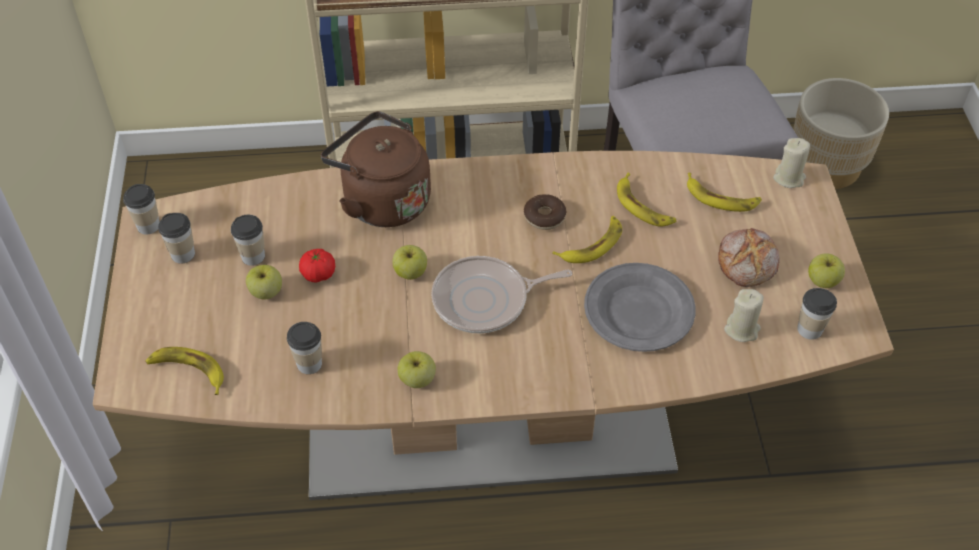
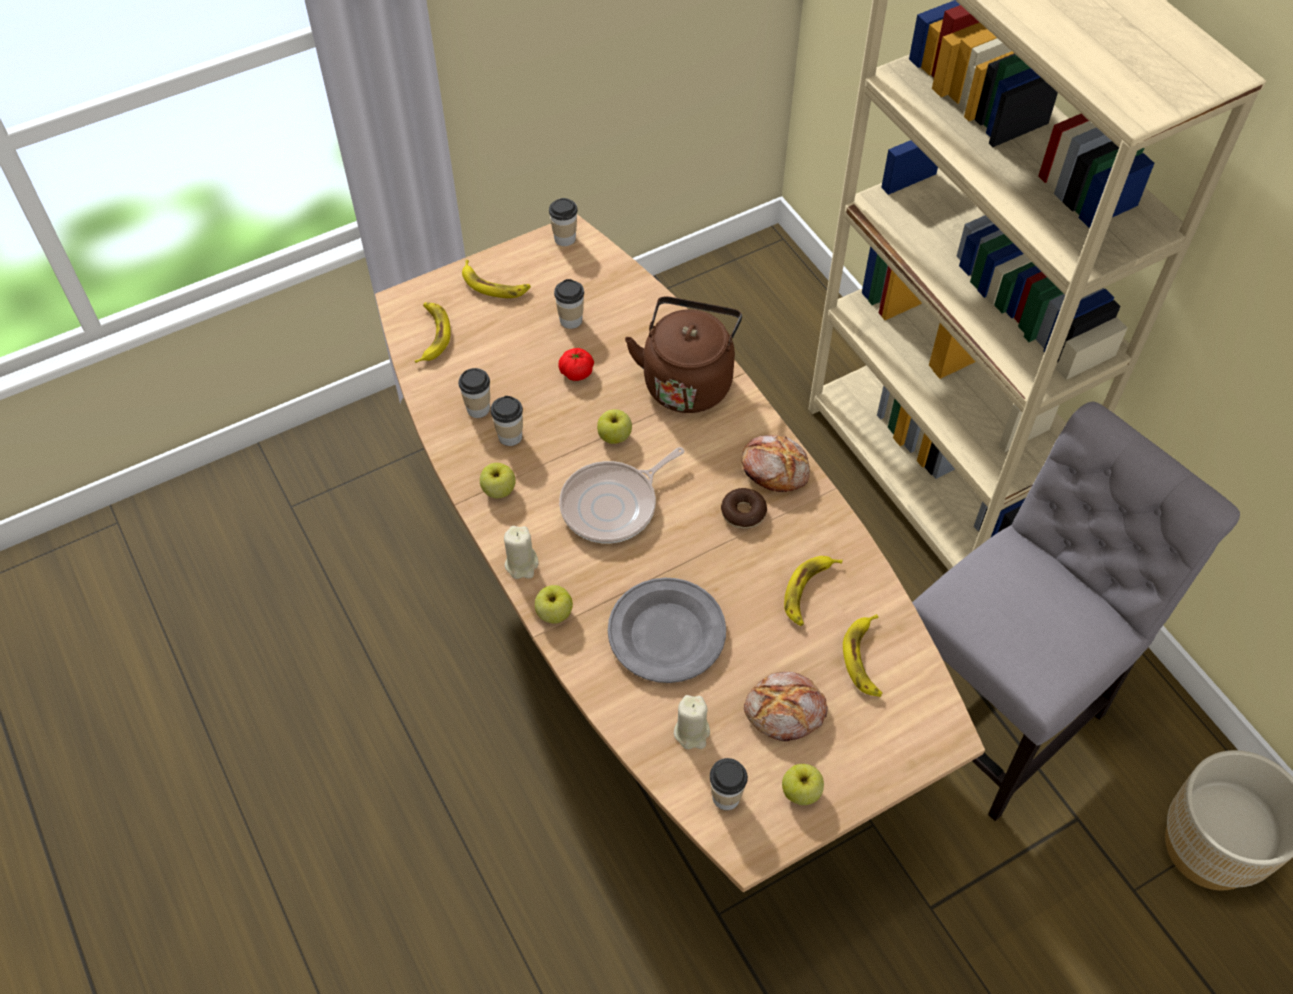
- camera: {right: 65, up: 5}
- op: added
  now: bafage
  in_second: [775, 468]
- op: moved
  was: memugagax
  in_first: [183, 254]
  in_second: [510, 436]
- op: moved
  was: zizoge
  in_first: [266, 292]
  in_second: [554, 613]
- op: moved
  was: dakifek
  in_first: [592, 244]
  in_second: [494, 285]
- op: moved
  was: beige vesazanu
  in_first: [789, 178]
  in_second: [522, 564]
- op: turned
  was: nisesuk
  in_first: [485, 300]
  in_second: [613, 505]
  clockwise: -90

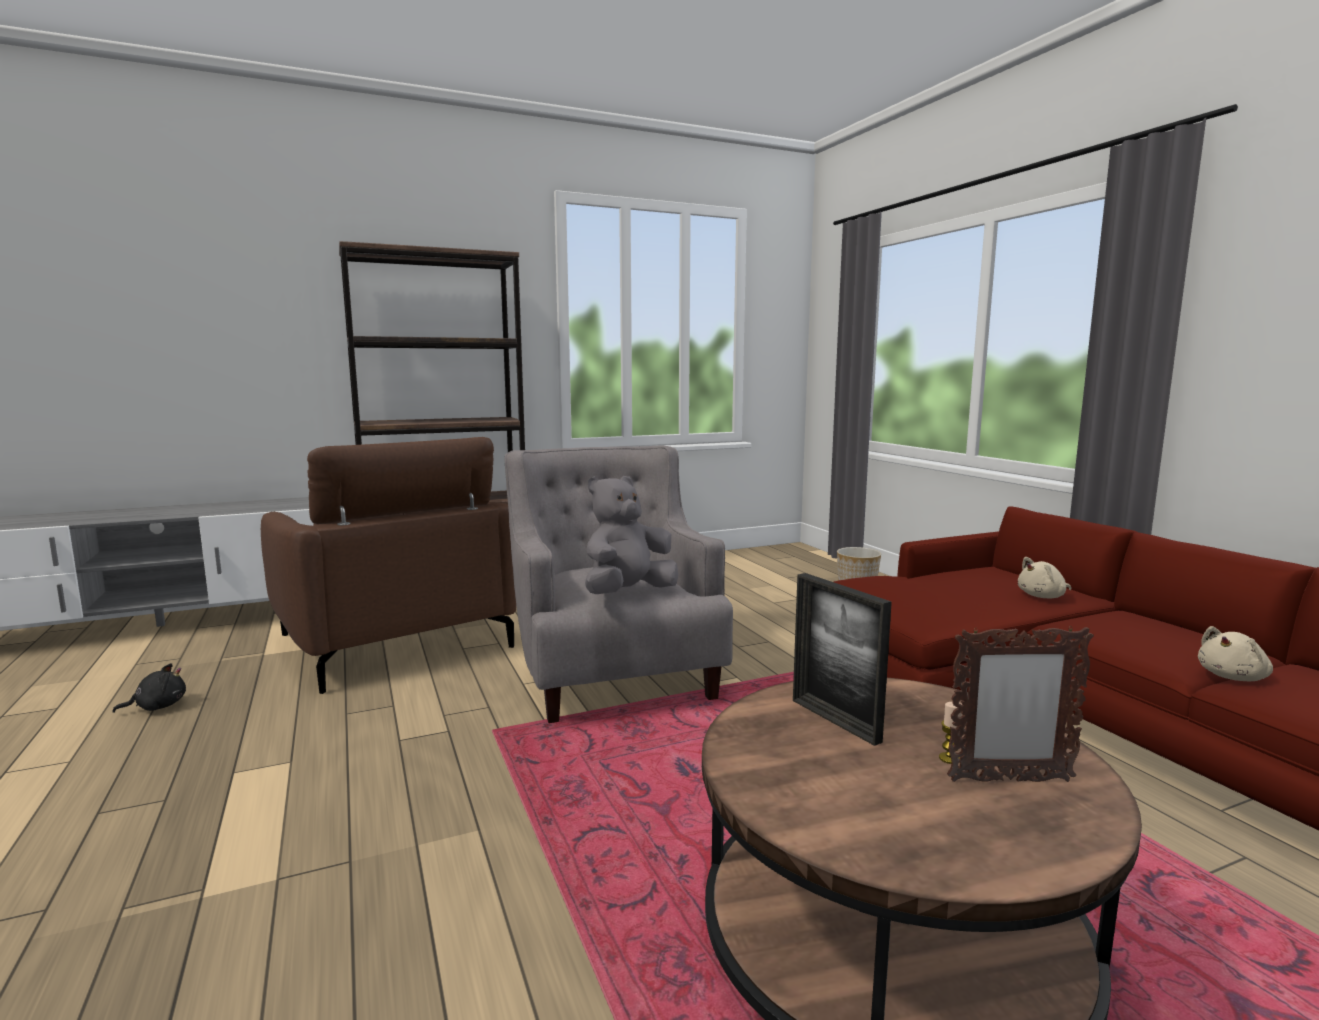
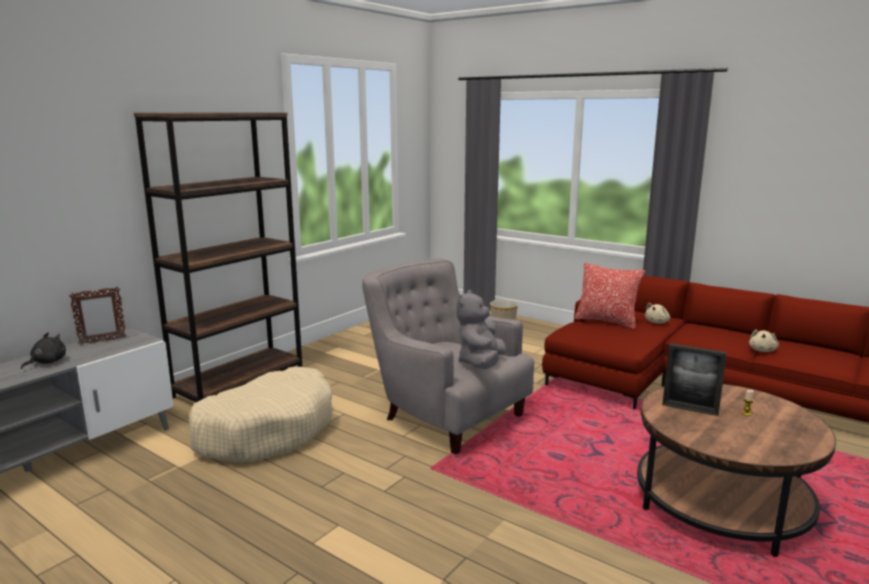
- camera: {right: -30, up: 5}
- op: added
  now: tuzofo
  in_second: [606, 321]
- op: moved
  was: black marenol
  in_first: [157, 707]
  in_second: [47, 362]
- op: moved
  was: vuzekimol
  in_first: [1009, 780]
  in_second: [102, 341]
- op: replaced
  was: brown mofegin
  now: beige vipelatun
  in_first: [394, 640]
  in_second: [266, 430]

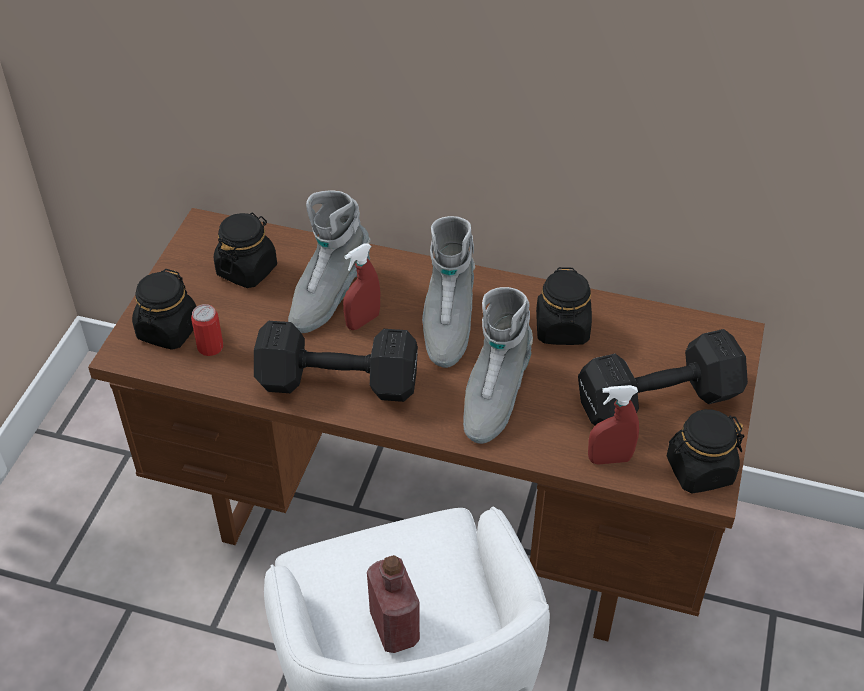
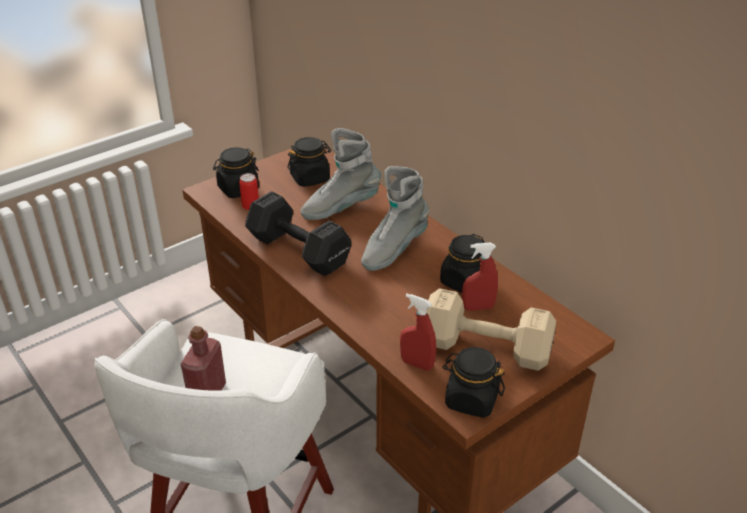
- camera: {right: 35, up: -10}
- op: removed
  was: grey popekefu
  in_first: [494, 397]
- op: moved
  was: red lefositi
  in_first: [363, 321]
  in_second: [478, 307]
- op: recoloured
  was: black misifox
  now: beige misifox
  in_first: [654, 400]
  in_second: [483, 346]

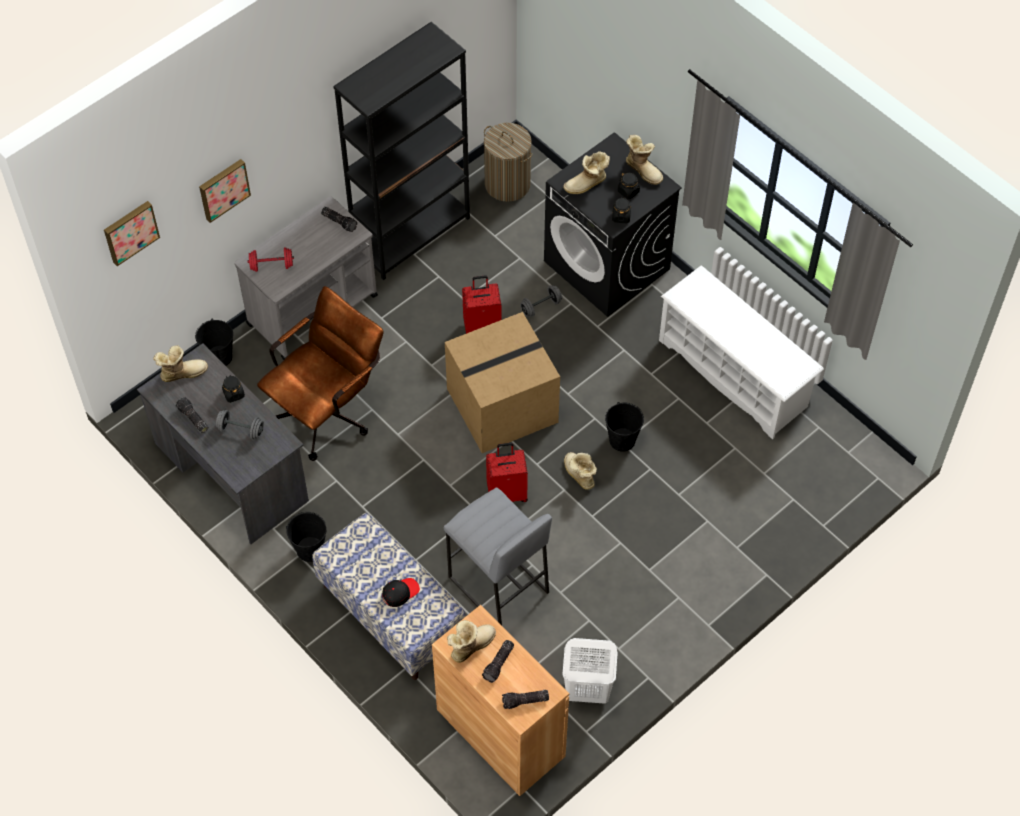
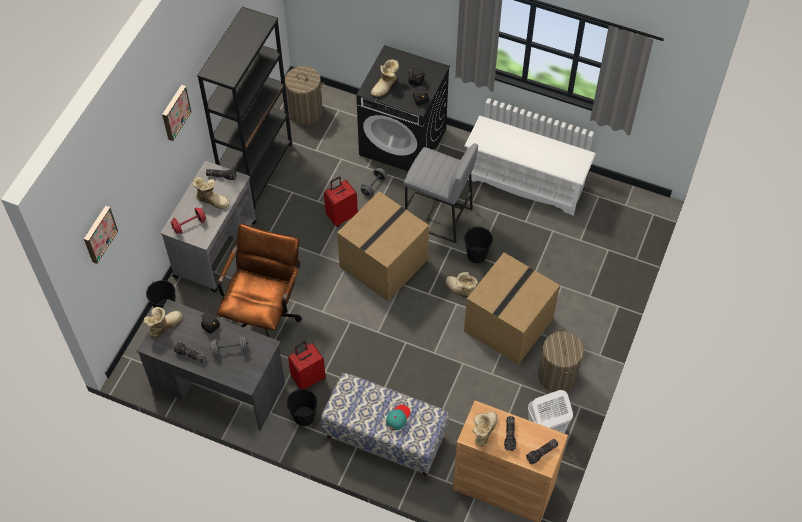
- camera: {right: -25, up: 0}
- op: added
  now: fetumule
  in_second: [509, 326]
- op: added
  now: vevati
  in_second: [557, 376]
- op: moved
  was: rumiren
  in_first: [223, 189]
  in_second: [174, 112]
- op: moved
  was: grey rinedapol
  in_first: [497, 585]
  in_second: [438, 217]
- op: moved
  was: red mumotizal
  in_first: [507, 493]
  in_second: [308, 378]
- op: moved
  was: popekefu
  in_first: [644, 170]
  in_second: [212, 200]
- op: recoloured
  was: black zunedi
  now: turquoise zunedi
  in_first: [400, 593]
  in_second: [398, 418]

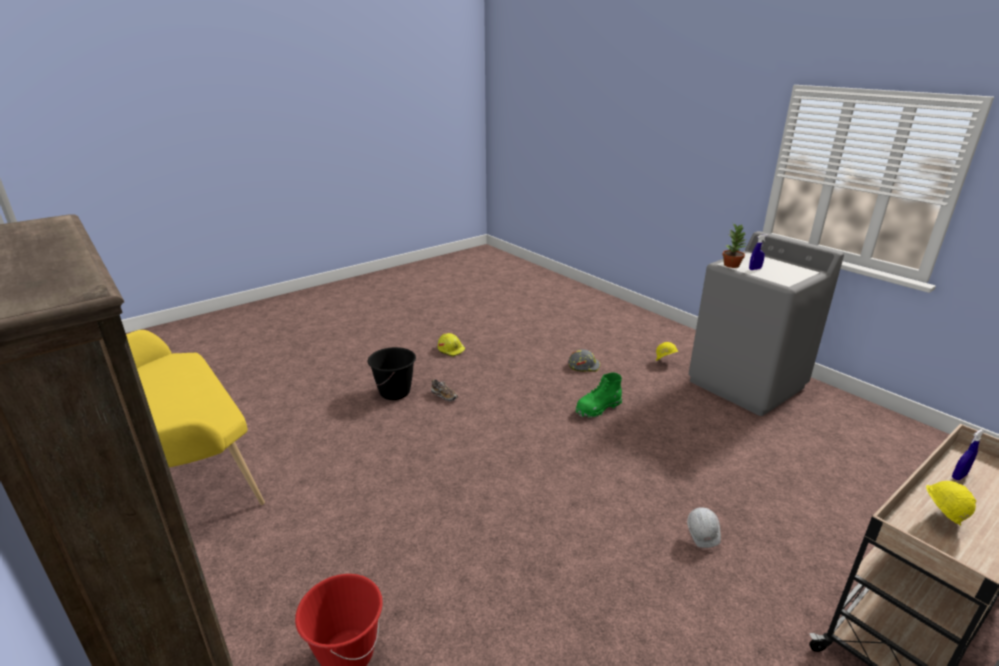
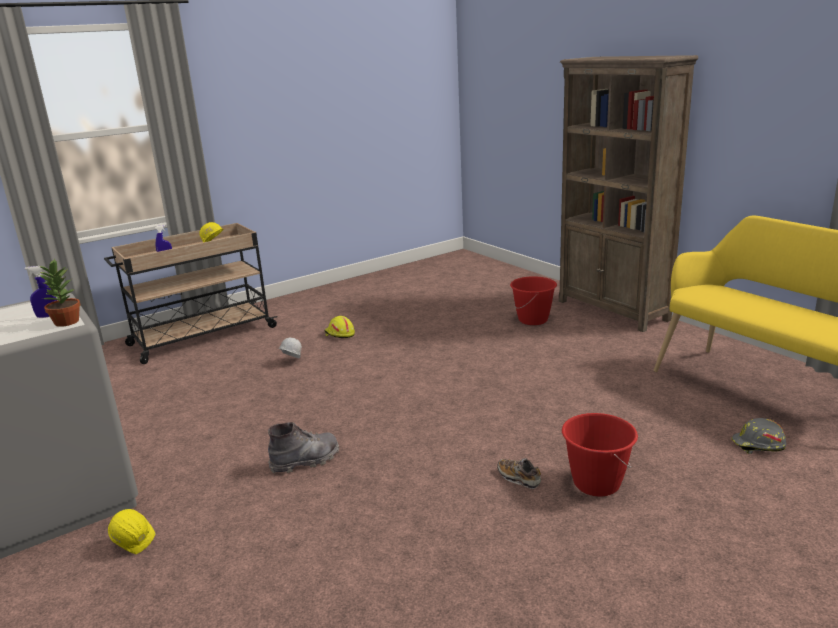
- camera: {right: -175, up: -5}
- op: moved
  was: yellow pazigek
  in_first: [451, 349]
  in_second: [339, 334]
- op: moved
  was: grey pazigek
  in_first: [584, 365]
  in_second: [758, 445]
- op: recoloured
  was: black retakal
  now: red retakal
  in_first: [395, 392]
  in_second: [596, 483]
- op: recoloured
  was: green popekefu
  now: grey popekefu
  in_first: [597, 408]
  in_second: [305, 461]

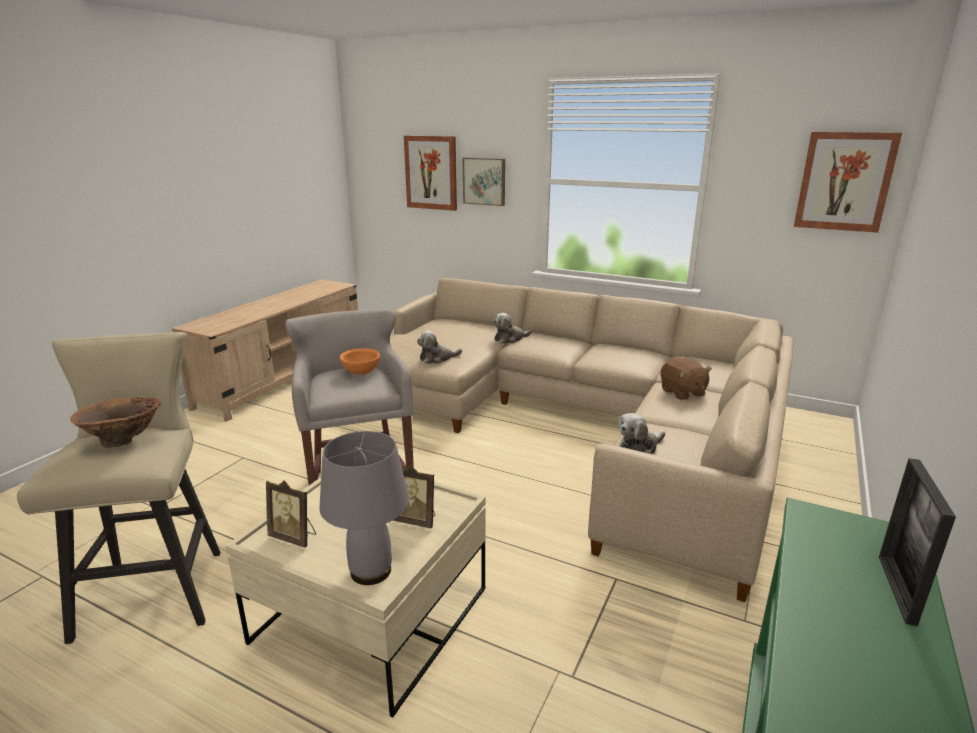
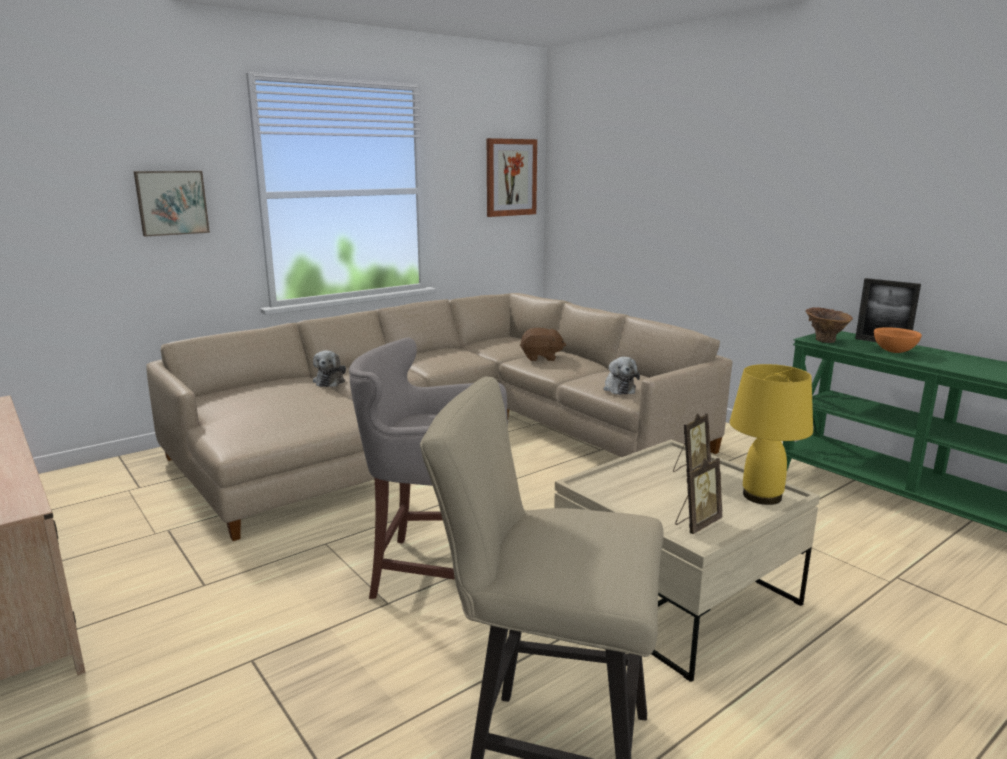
- camera: {right: -65, up: -5}
- op: removed
  was: rumiren
  in_first: [431, 173]
- op: removed
  was: marenol
  in_first: [437, 358]
- op: moved
  was: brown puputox
  in_first: [125, 442]
  in_second: [825, 340]
- op: moved
  was: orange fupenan
  in_first: [360, 373]
  in_second: [894, 352]
- op: recoloured
  was: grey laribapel
  now: yellow laribapel
  in_first: [370, 570]
  in_second: [761, 496]

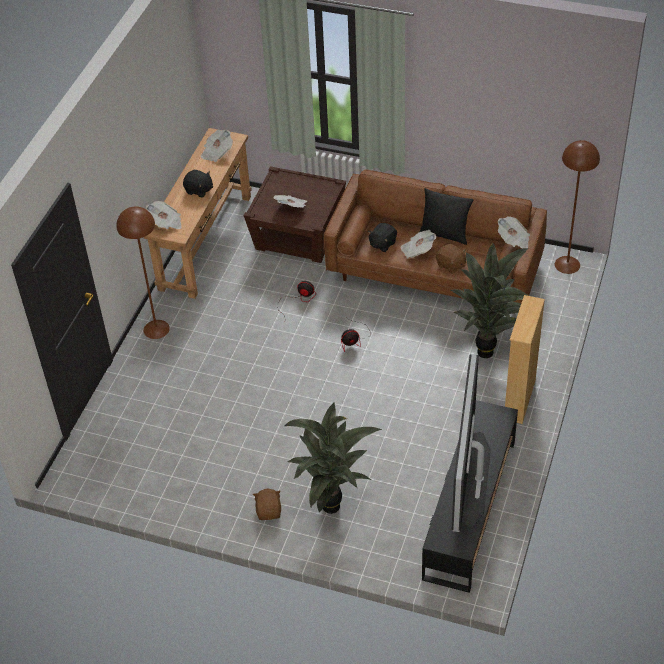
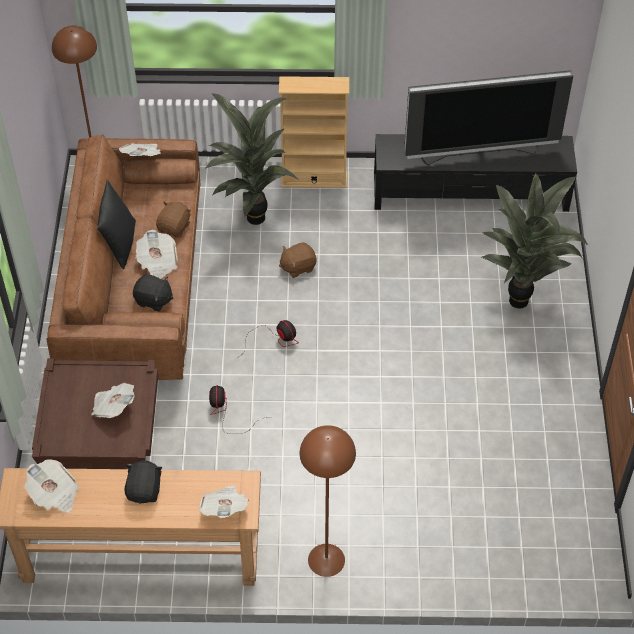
- camera: {right: -110, up: 5}
- op: moved
  was: brown marenol
  in_first: [269, 511]
  in_second: [298, 267]

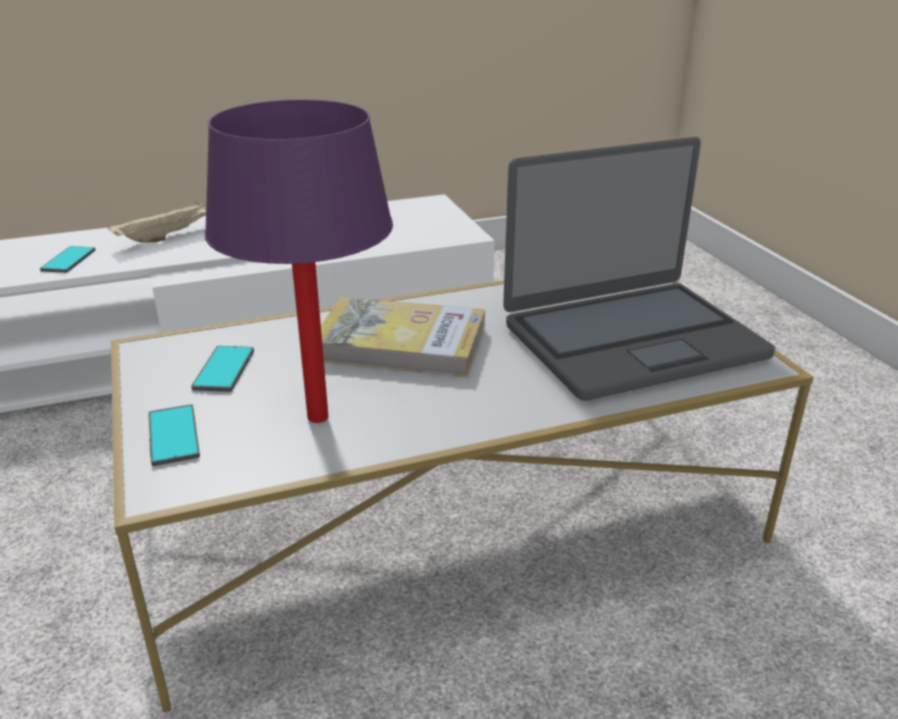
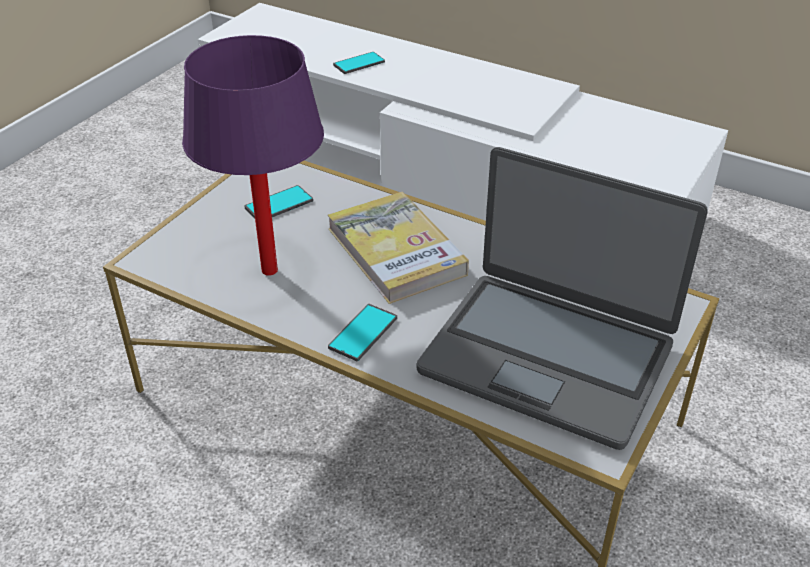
- camera: {right: 50, up: 10}
- op: removed
  was: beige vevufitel
  in_first: [167, 236]
- op: moved
  was: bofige
  in_first: [173, 436]
  in_second: [363, 333]

